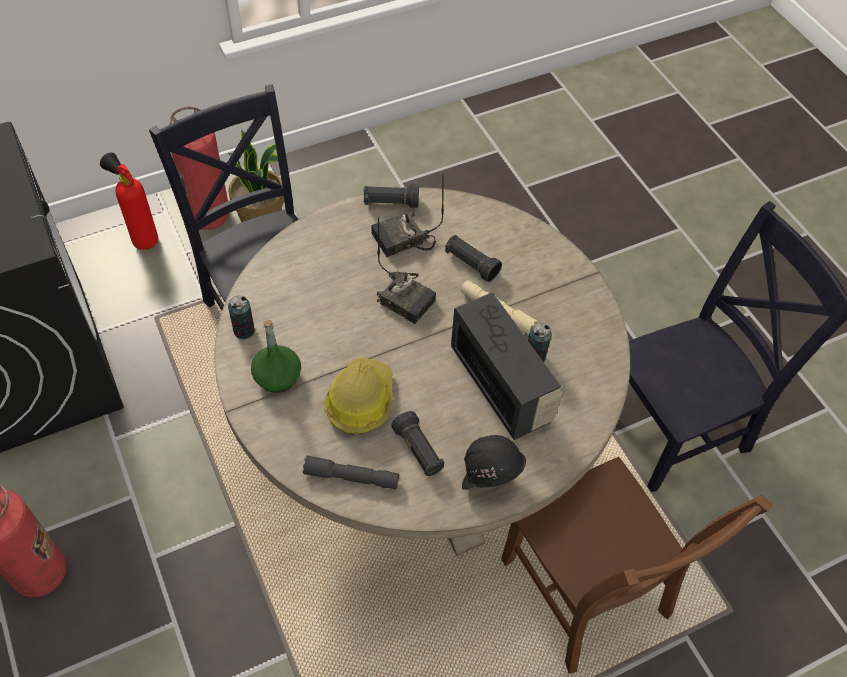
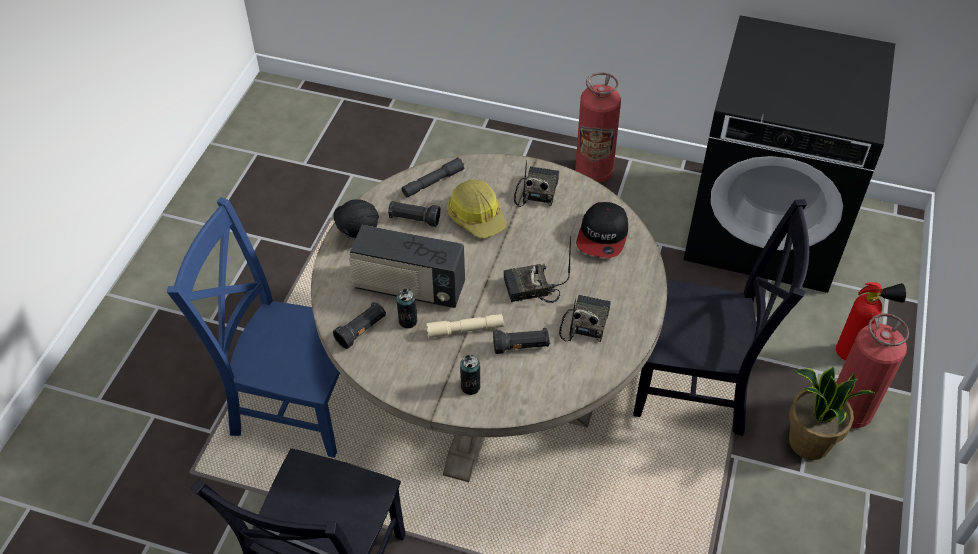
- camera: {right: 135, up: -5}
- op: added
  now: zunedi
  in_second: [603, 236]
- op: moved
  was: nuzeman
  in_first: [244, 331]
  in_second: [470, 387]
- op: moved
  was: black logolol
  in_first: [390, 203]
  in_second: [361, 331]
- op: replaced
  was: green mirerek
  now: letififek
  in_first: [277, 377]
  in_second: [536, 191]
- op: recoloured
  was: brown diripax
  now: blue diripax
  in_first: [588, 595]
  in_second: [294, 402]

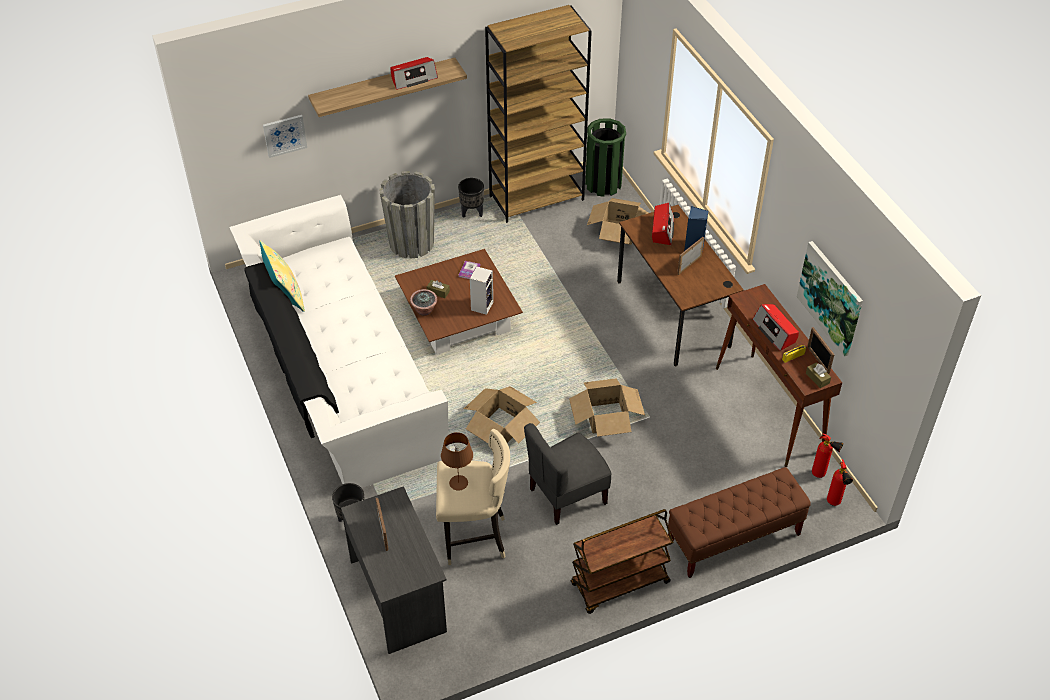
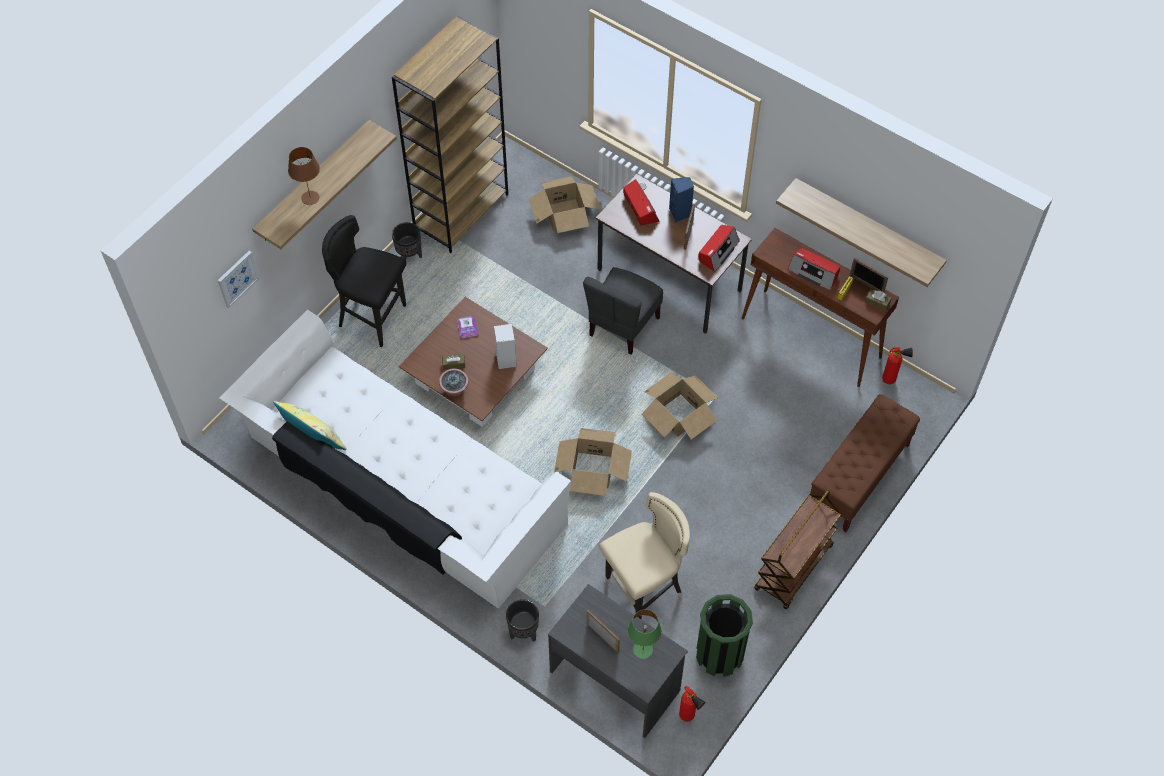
- camera: {right: -30, up: 10}
- op: added
  now: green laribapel
  in_second: [643, 649]
- op: moved
  was: letififek
  in_first: [413, 78]
  in_second: [718, 251]
- op: moved
  was: brown laribapel
  in_first: [458, 482]
  in_second: [310, 197]
- op: moved
  was: grey diripax
  in_first: [567, 495]
  in_second: [623, 326]
- op: moved
  was: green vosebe
  in_first: [603, 184]
  in_second: [719, 654]
- op: moved
  was: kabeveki
  in_first: [834, 504]
  in_second: [689, 717]
- op: replaced
  was: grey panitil
  now: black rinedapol
  in_first: [411, 243]
  in_second: [373, 318]
- op: replaced
  was: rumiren
  now: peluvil
  in_first: [831, 297]
  in_second: [867, 227]

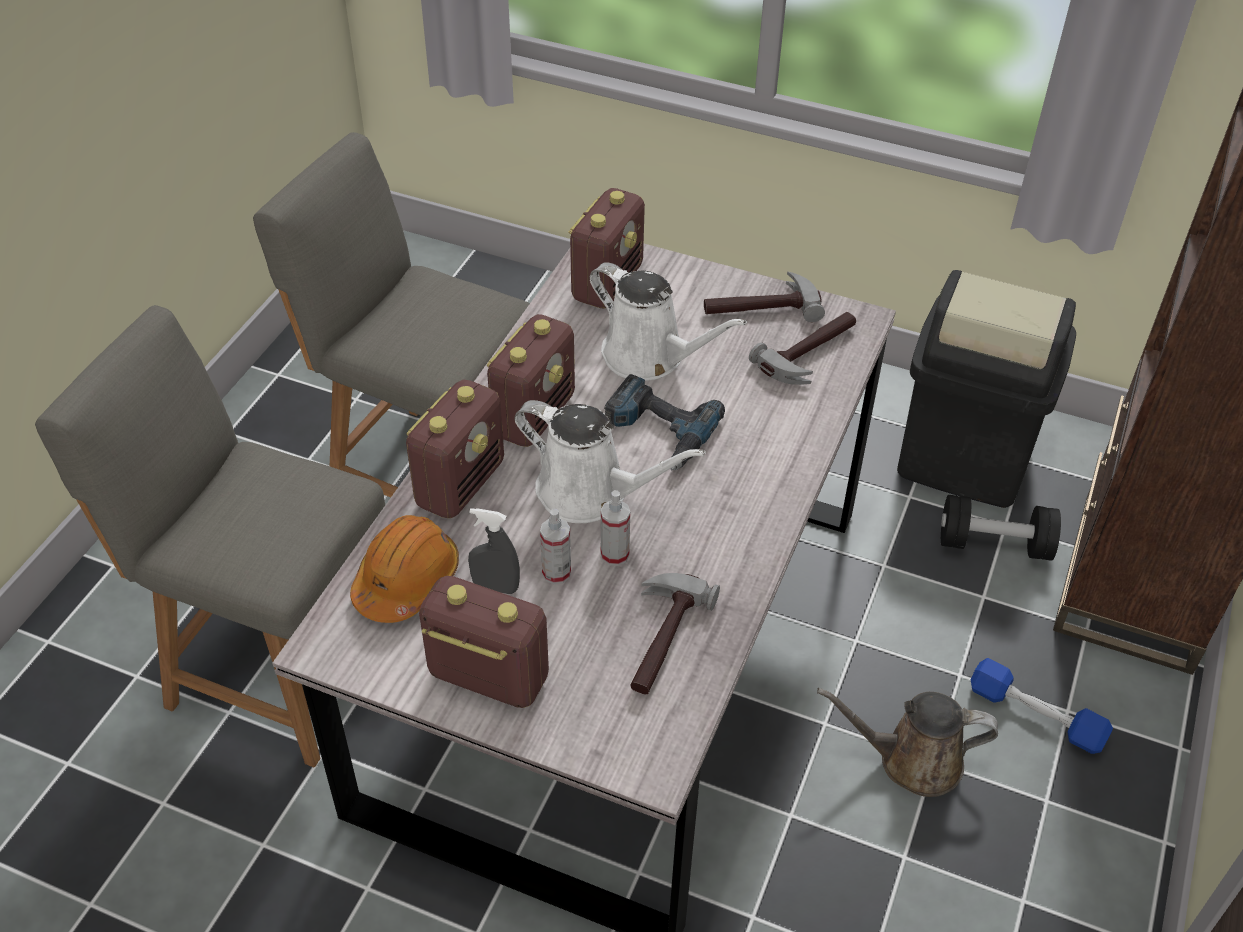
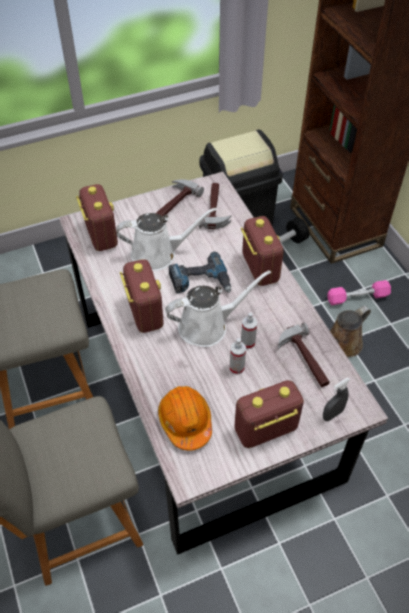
- camera: {right: -45, up: 5}
- op: moved
  was: letififek
  in_first: [460, 483]
  in_second: [259, 268]
- op: moved
  was: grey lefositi
  in_first: [495, 587]
  in_second: [332, 414]
- op: recoloured
  was: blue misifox
  now: pink misifox
  in_first: [1035, 715]
  in_second: [357, 297]

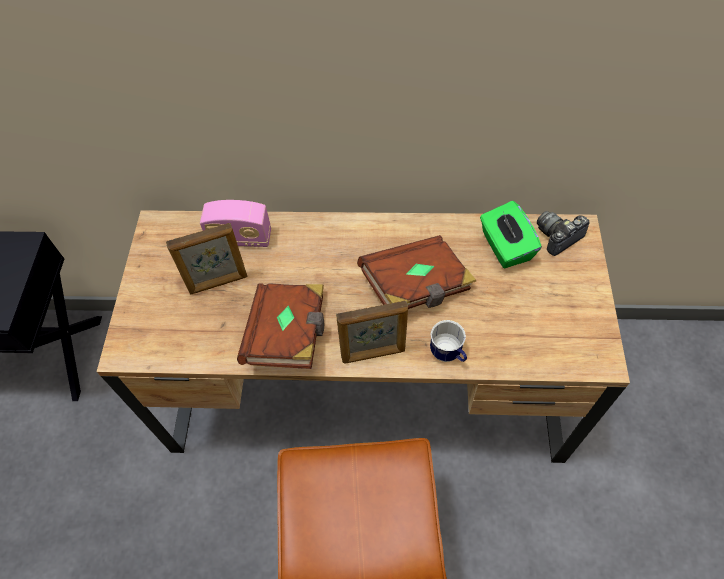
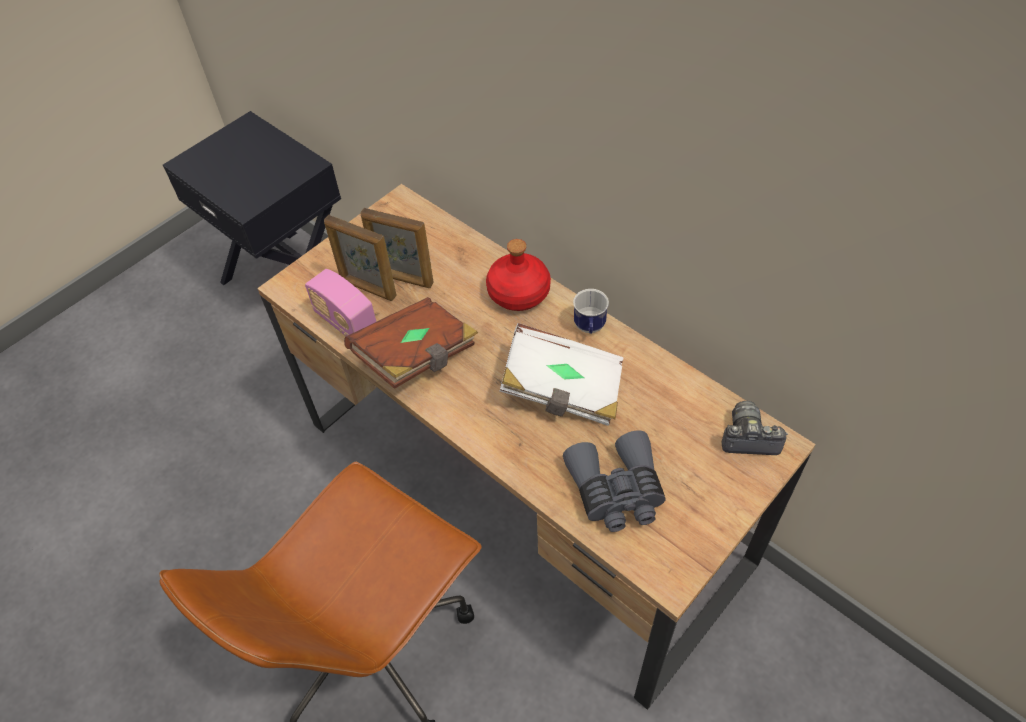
- camera: {right: 40, up: -5}
- op: removed
  was: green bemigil
  in_first: [505, 247]
- op: added
  now: red mirerek
  in_second: [518, 293]
- op: added
  now: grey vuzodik
  in_second: [616, 491]
- op: moved
  was: letififek
  in_first: [240, 238]
  in_second: [346, 322]
- op: moved
  was: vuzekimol
  in_first: [373, 354]
  in_second: [368, 288]
- op: moved
  was: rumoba
  in_first: [448, 354]
  in_second: [589, 328]
- op: recoloured
  was: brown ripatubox
  now: white ripatubox
  in_first: [417, 286]
  in_second: [562, 390]

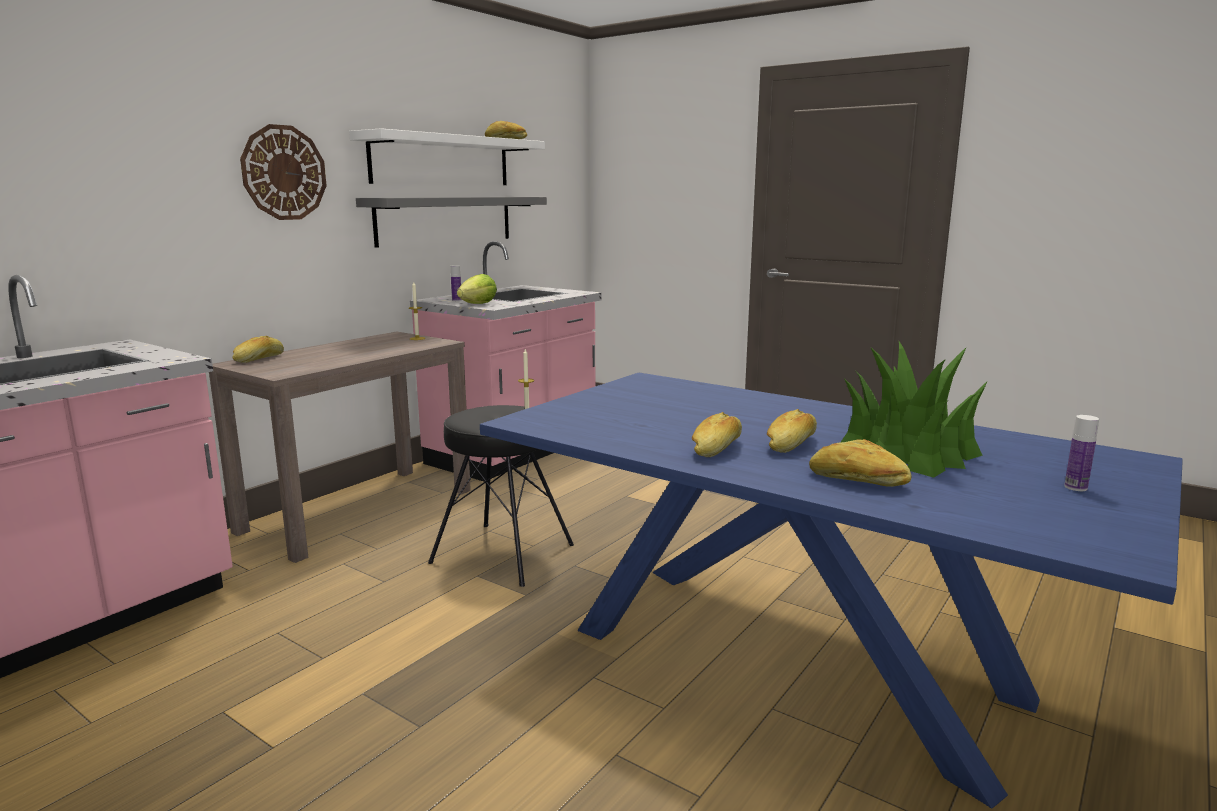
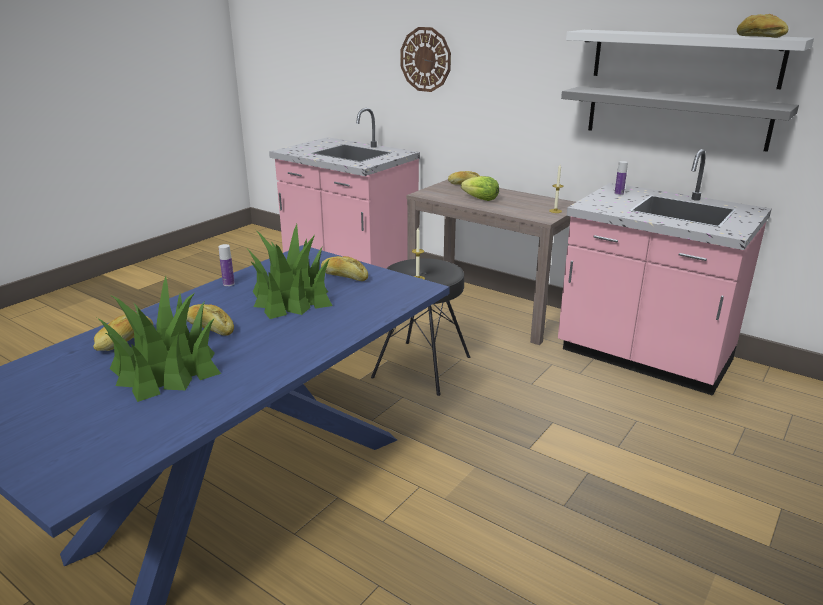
- camera: {right: 90, up: 10}
- op: added
  now: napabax
  in_second: [291, 298]
- op: moved
  was: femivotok
  in_first: [284, 173]
  in_second: [425, 59]
- op: moved
  was: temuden
  in_first: [478, 304]
  in_second: [481, 199]
- op: moved
  was: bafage
  in_first: [716, 448]
  in_second: [344, 276]
- op: moved
  was: mirerek
  in_first: [1075, 487]
  in_second: [228, 284]

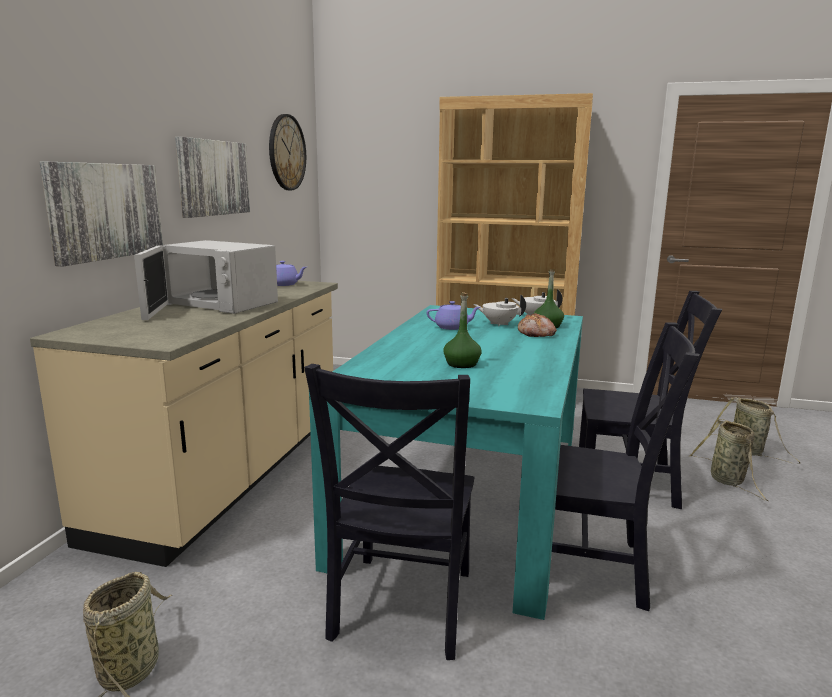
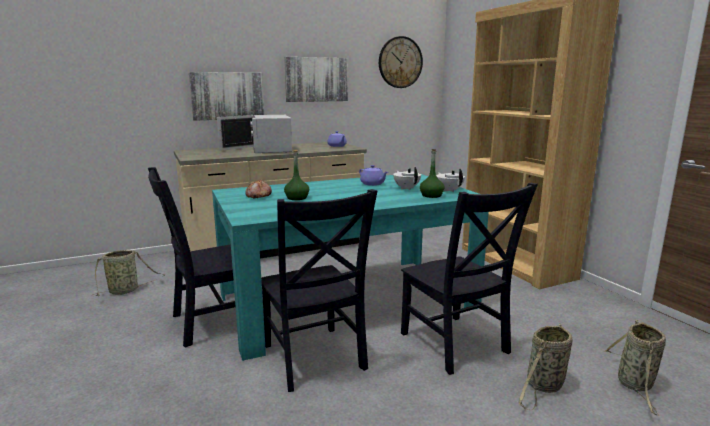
- camera: {right: 50, up: 0}
- op: moved
  was: bafage
  in_first: [536, 334]
  in_second: [258, 196]

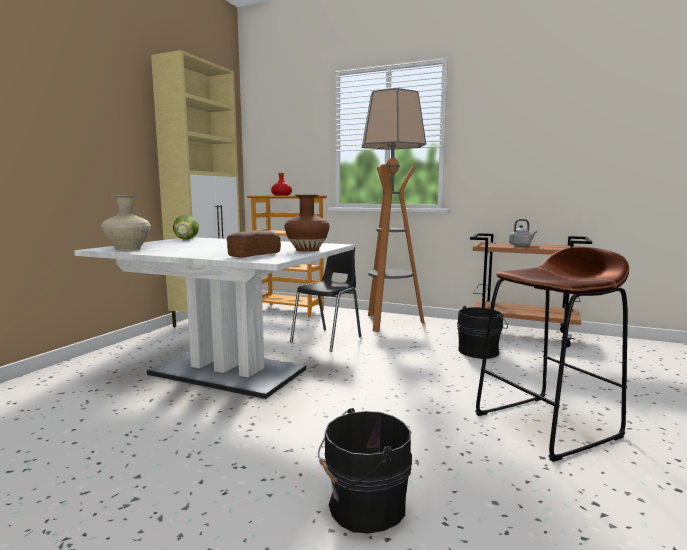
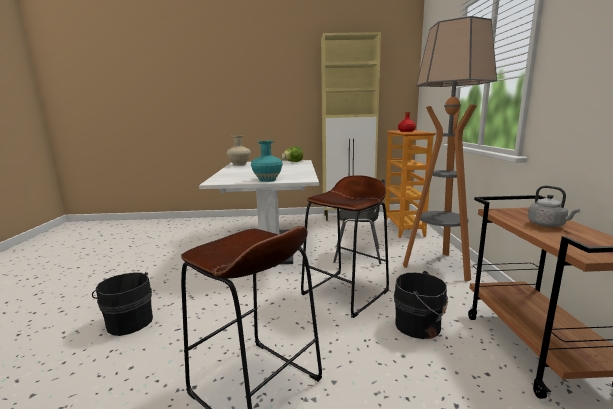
- camera: {right: 65, up: 5}
- op: removed
  was: bafage
  in_first: [254, 255]
- op: added
  now: brown rinedapol
  in_second: [345, 292]
- op: recoloured
  was: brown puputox
  now: turquoise puputox
  in_first: [307, 250]
  in_second: [267, 180]

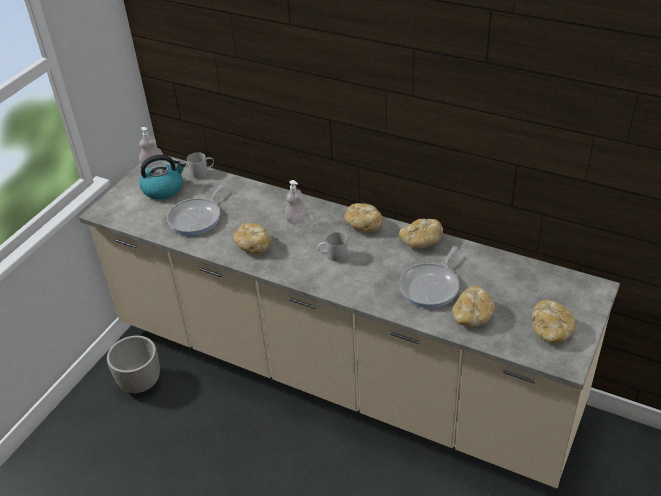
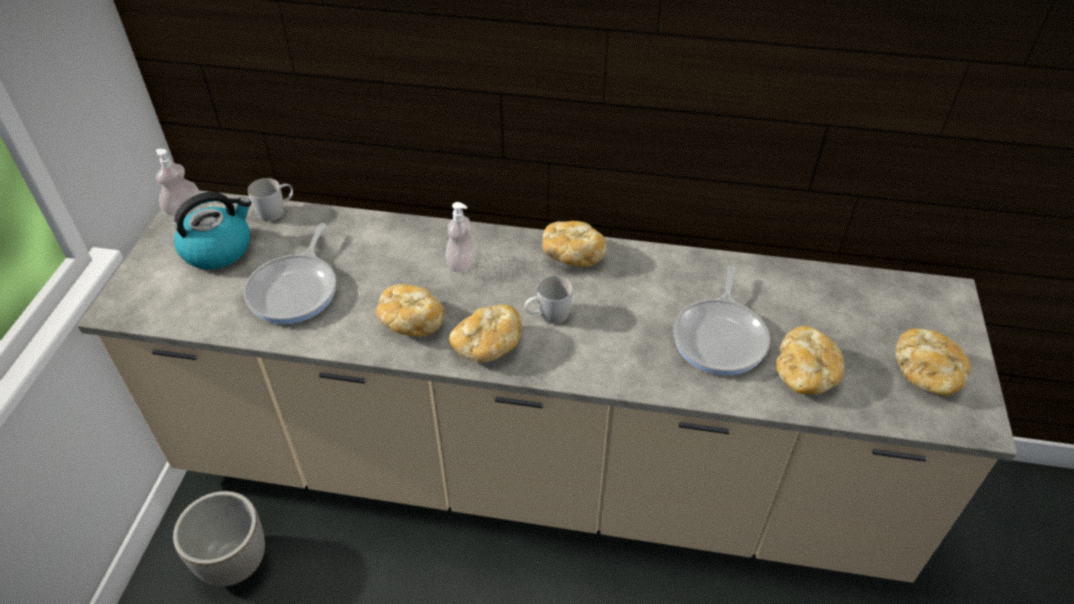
- camera: {right: -20, up: 5}
- op: moved
  was: bafage
  in_first: [420, 242]
  in_second: [487, 346]

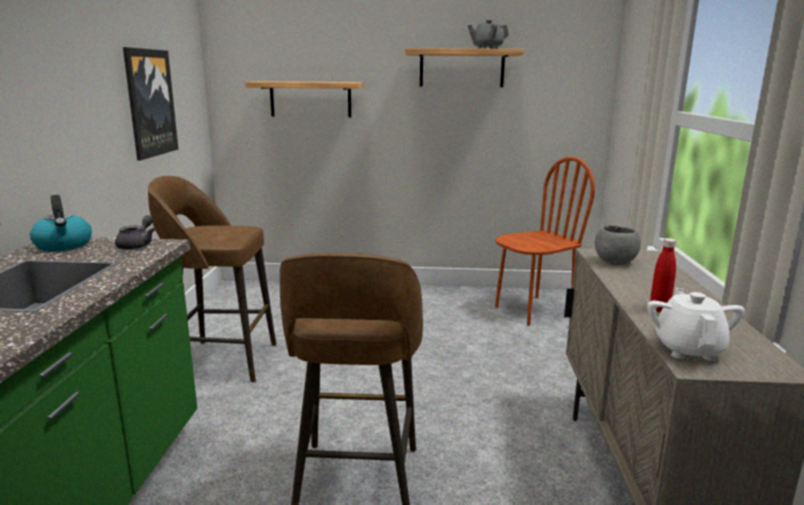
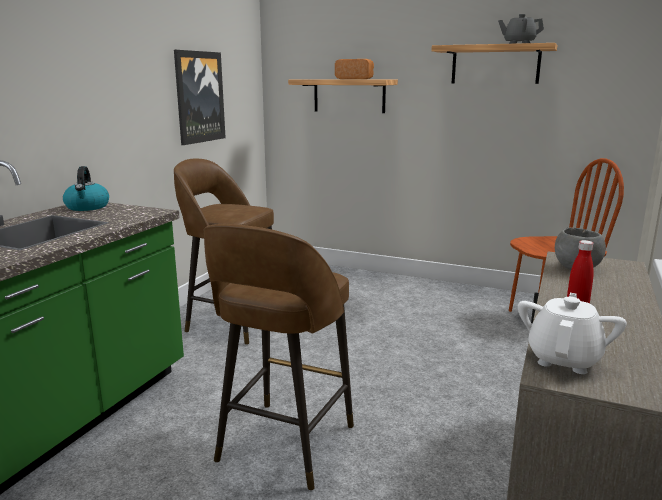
- camera: {right: 20, up: 0}
- op: removed
  was: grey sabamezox
  in_first: [137, 245]
- op: added
  now: bafage
  in_second: [355, 79]

